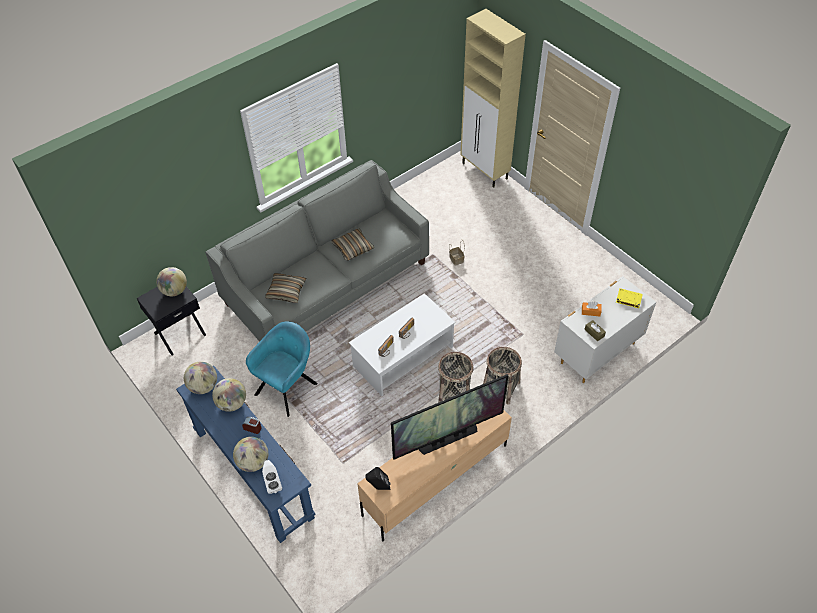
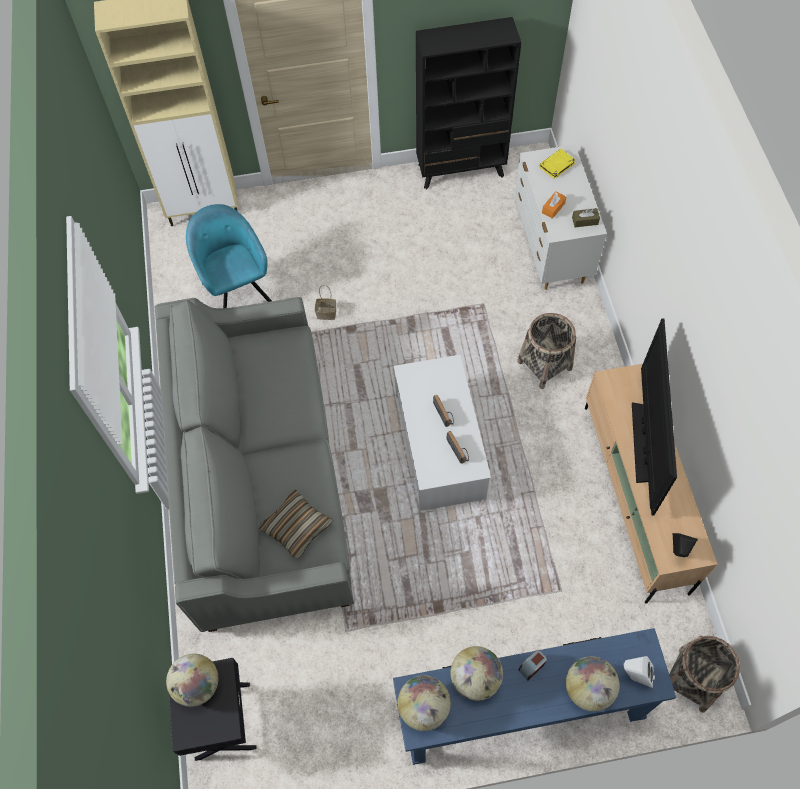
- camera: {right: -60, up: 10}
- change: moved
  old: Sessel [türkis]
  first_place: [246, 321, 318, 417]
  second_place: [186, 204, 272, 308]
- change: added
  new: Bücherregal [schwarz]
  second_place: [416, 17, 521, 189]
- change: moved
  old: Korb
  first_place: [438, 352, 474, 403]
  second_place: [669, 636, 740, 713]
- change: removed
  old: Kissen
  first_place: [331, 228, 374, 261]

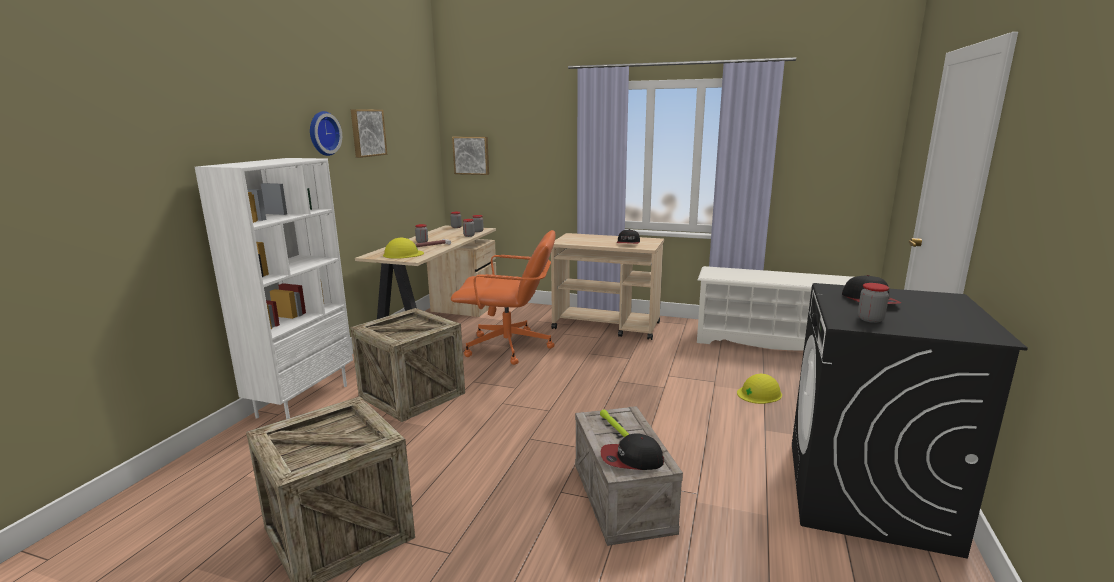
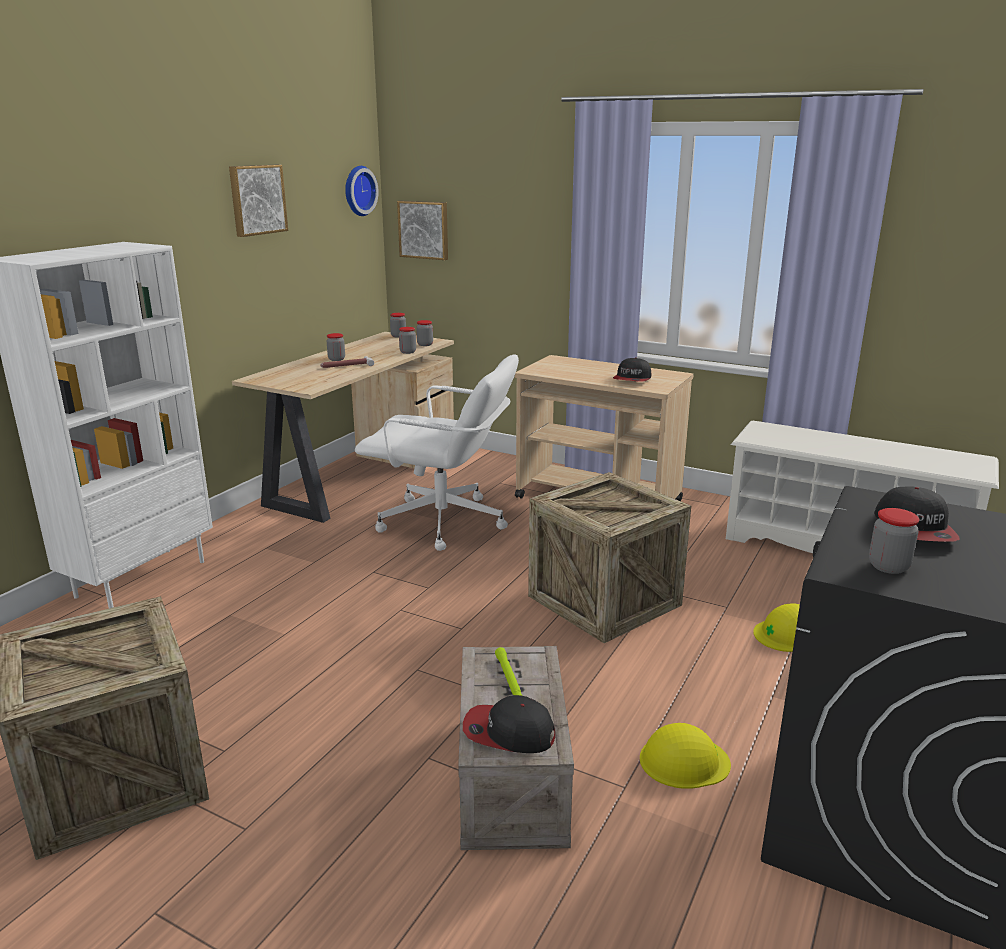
- camera: {right: 10, up: 5}
- change: moved
  old: Wanduhr
  first_place: [310, 111, 342, 156]
  second_place: [345, 166, 379, 216]
- change: recoloured
  old: Bürostuhl [orange]
  new: Bürostuhl [weiß]
  first_place: [451, 230, 556, 365]
  second_place: [355, 354, 519, 551]
- change: moved
  old: Kiste
  first_place: [350, 308, 465, 422]
  second_place: [528, 472, 691, 643]
- change: moved
  old: Schutzhelm [gelb]
  first_place: [383, 238, 424, 259]
  second_place: [640, 723, 731, 789]

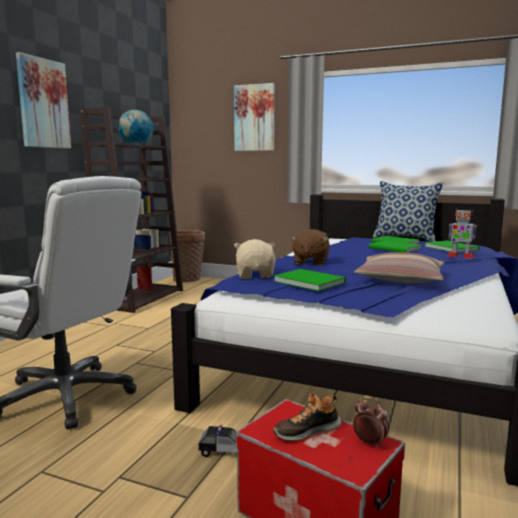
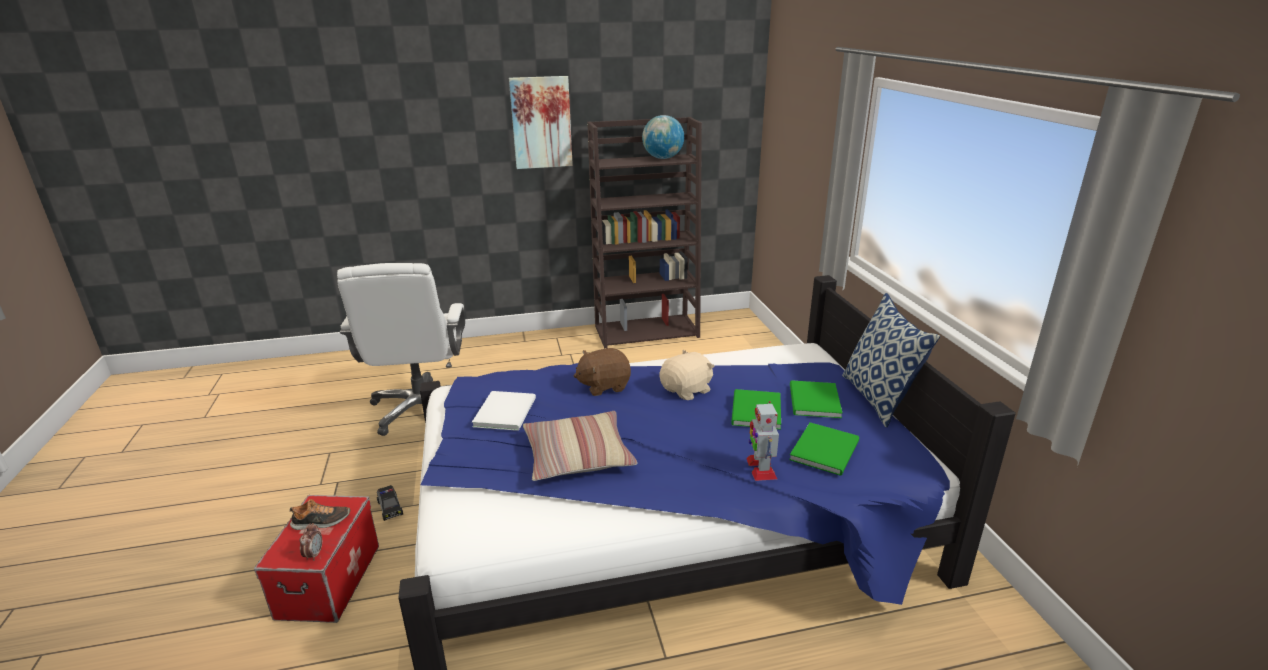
- camera: {right: 55, up: 15}
- change: turned
  old: Schuh
  first_place: [273, 393, 341, 441]
  second_place: [290, 499, 350, 530]
  degrees: 135
- change: recoloured
  old: Buch [grün]
  new: Buch [weiß]
  first_place: [274, 269, 346, 291]
  second_place: [472, 391, 536, 431]
- change: moved
  old: Plüschtier [beige]
  first_place: [234, 239, 276, 279]
  second_place: [659, 350, 715, 400]
- change: removed
  old: Korb
  first_place: [170, 230, 205, 283]
- change: removed
  old: Bild
  first_place: [234, 83, 275, 151]

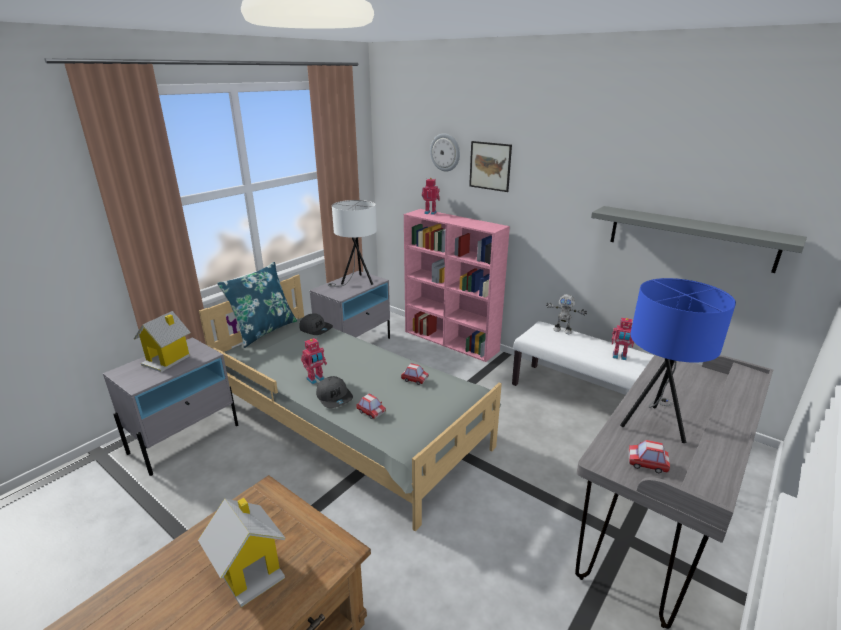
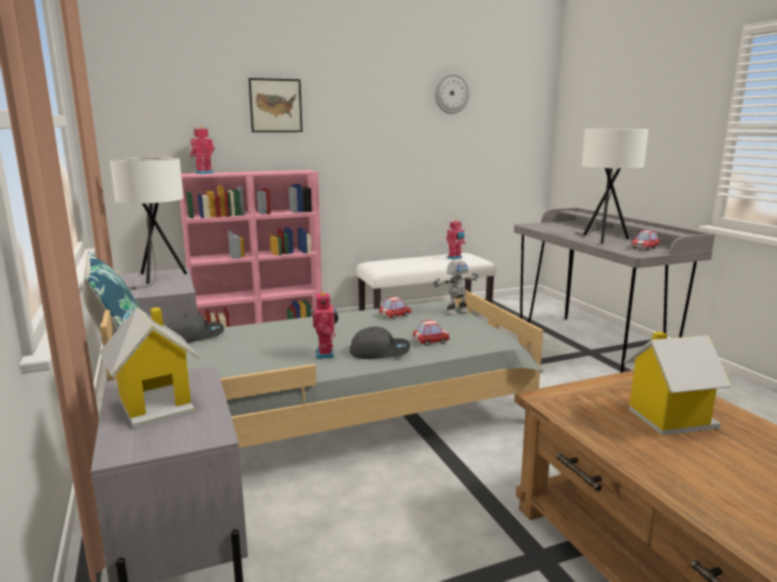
- camera: {right: -60, up: -10}
- change: moved
  old: Spielzeugroboter
  first_place: [546, 294, 587, 334]
  second_place: [433, 260, 478, 315]
- change: moved
  old: Wanduhr
  first_place: [430, 133, 460, 172]
  second_place: [435, 73, 470, 114]
- change: recoloured
  old: Tischlampe [blau]
  new: Tischlampe [weiß]
  first_place: [620, 278, 736, 443]
  second_place: [574, 129, 648, 244]
- change: removed
  old: Wandregal [grau]
  first_place: [591, 206, 807, 273]

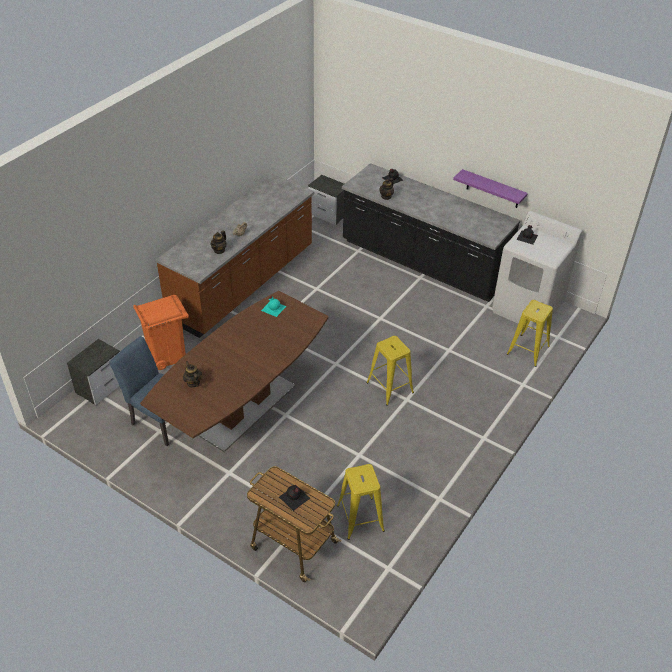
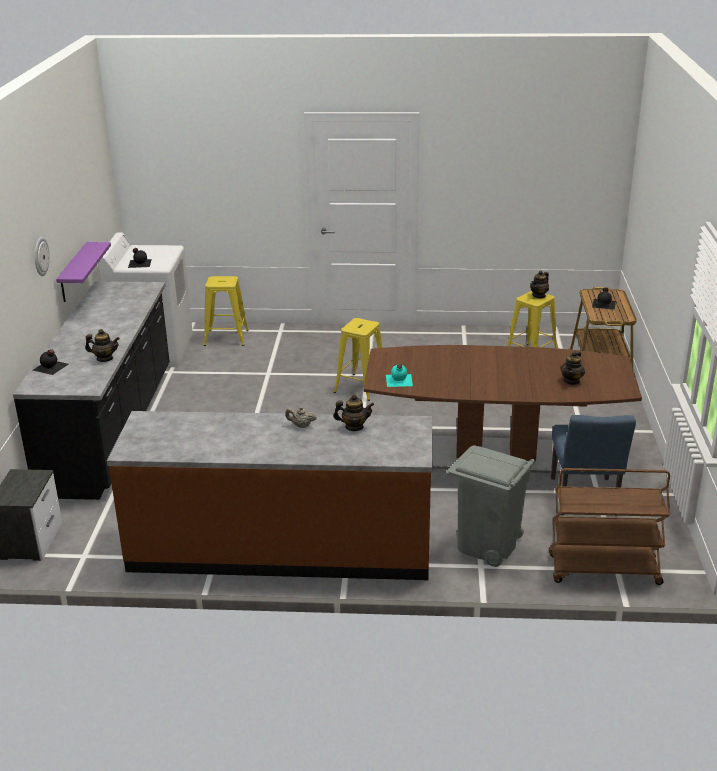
- camera: {right: -120, up: -15}
- change: added
  new: Wanduhr
  second_place: [35, 237, 50, 276]
- change: recoloured
  old: Mülleimer [orange]
  new: Mülleimer [grau]
  first_place: [133, 295, 189, 370]
  second_place: [446, 445, 535, 567]
- change: added
  new: Teekanne
  second_place: [530, 271, 549, 299]
- change: replaced
  old: Nachttisch
  new: Rollwagen [braun]
  first_place: [67, 339, 120, 405]
  second_place: [549, 468, 670, 585]

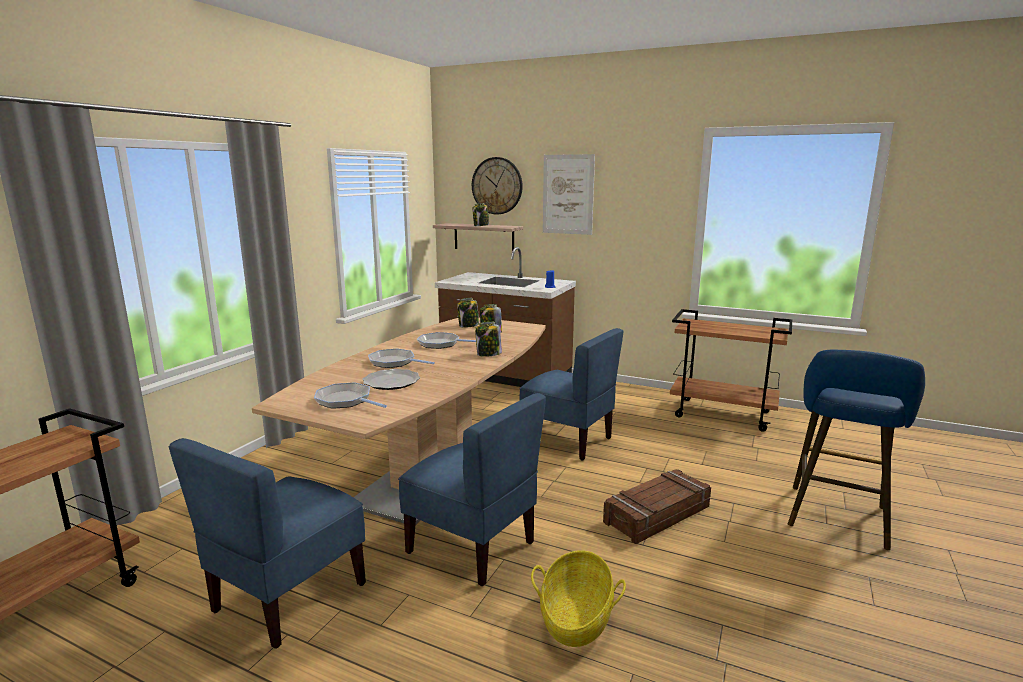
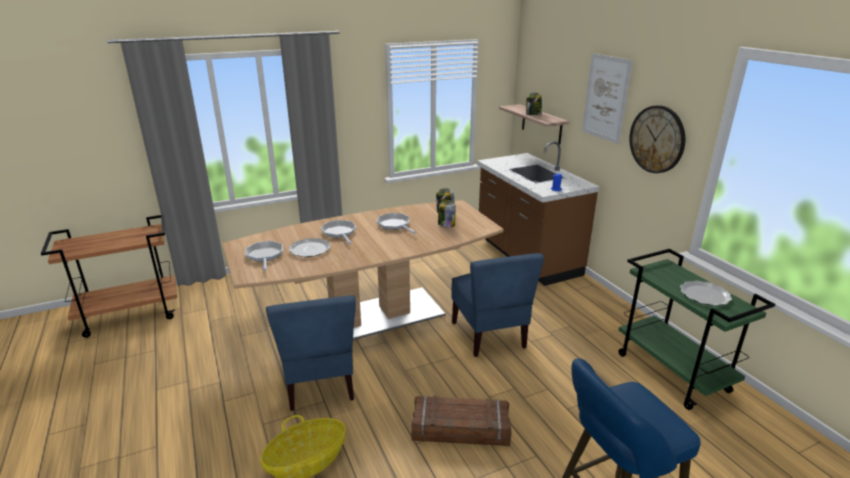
- camera: {right: 40, up: 10}
- change: recoloured
  old: Rollwagen [braun]
  new: Rollwagen [grün]
  first_place: [670, 309, 792, 432]
  second_place: [618, 249, 776, 410]
- change: moved
  old: Wanduhr
  first_place: [472, 157, 523, 215]
  second_place: [629, 105, 685, 173]
- change: added
  new: Teller
  second_place: [680, 281, 732, 306]
- change: removed
  old: Stuhl [blau]
  first_place: [169, 438, 366, 649]
- change: removed
  old: Vorratsglas
  first_place: [475, 321, 502, 357]

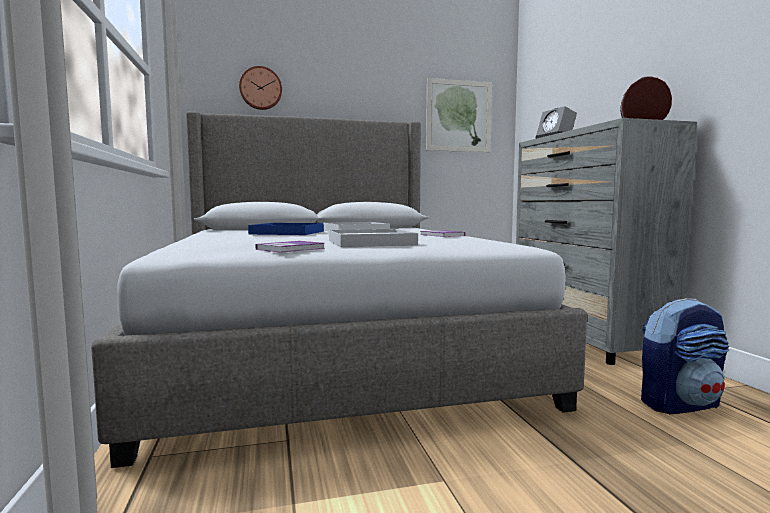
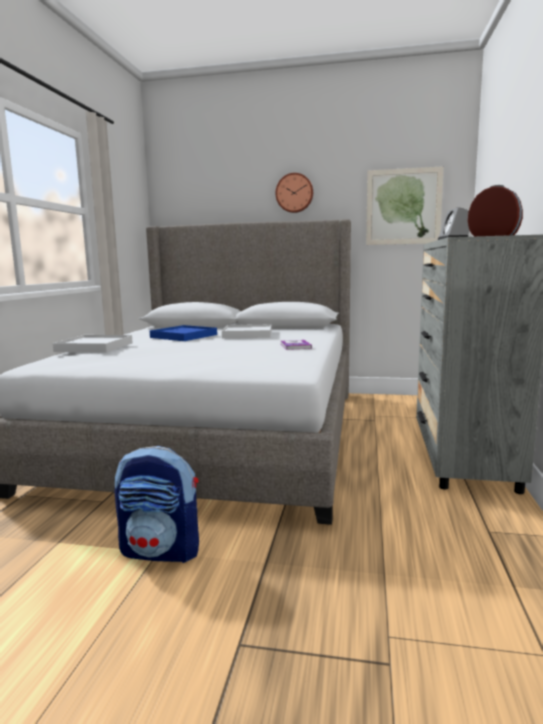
- camera: {right: 25, up: 5}
- change: moved
  old: Tablett [weiß]
  first_place: [329, 229, 418, 247]
  second_place: [53, 335, 133, 353]
- change: moved
  old: Rucksack
  first_place: [641, 298, 730, 414]
  second_place: [115, 446, 199, 563]
- change: moved
  old: Wanduhr
  first_place: [239, 66, 282, 110]
  second_place: [275, 173, 313, 213]
- change: removed
  old: Buch
  first_place: [256, 241, 325, 253]

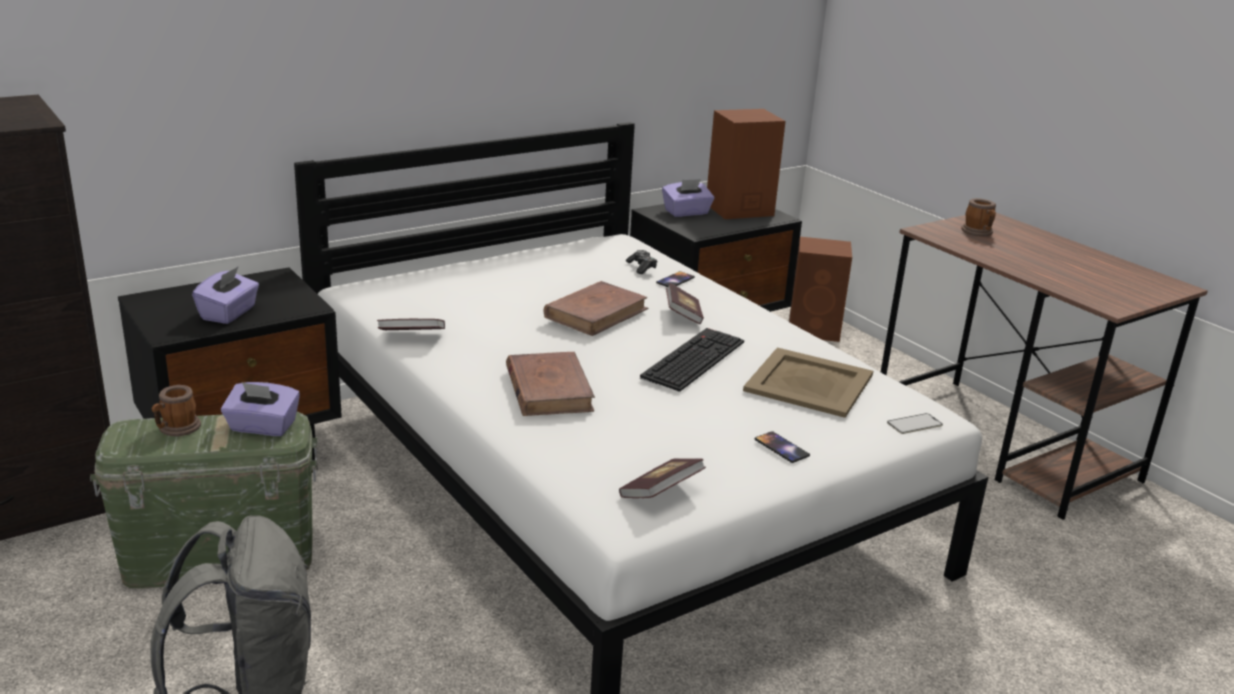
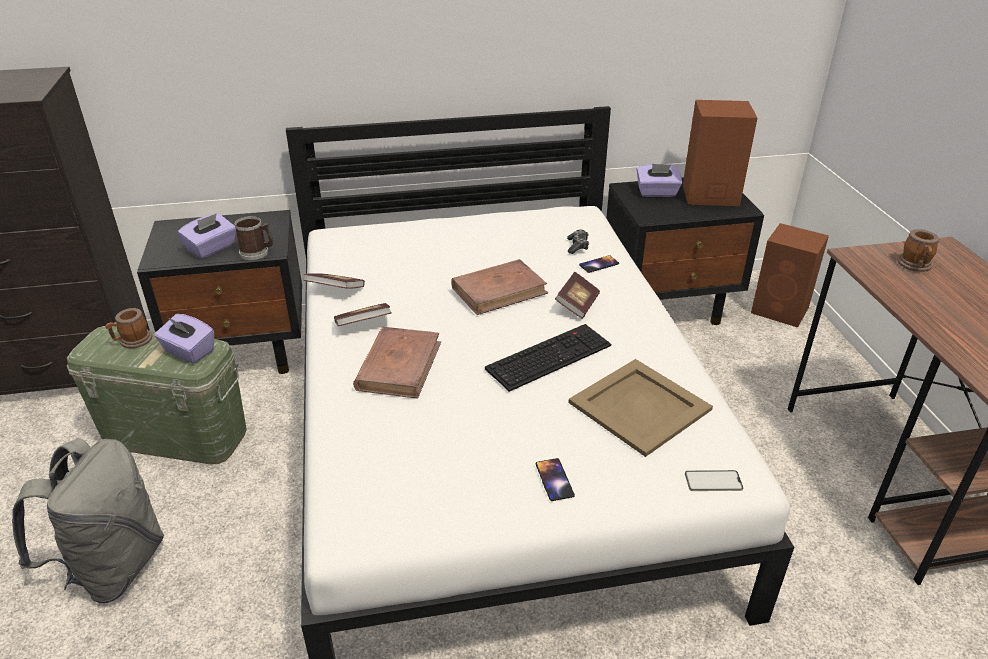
- camera: {right: 25, up: 10}
- change: added
  new: Henkelbecher
  second_place: [235, 216, 274, 260]
- change: moved
  old: Buch
  first_place: [619, 458, 706, 498]
  second_place: [334, 303, 392, 326]

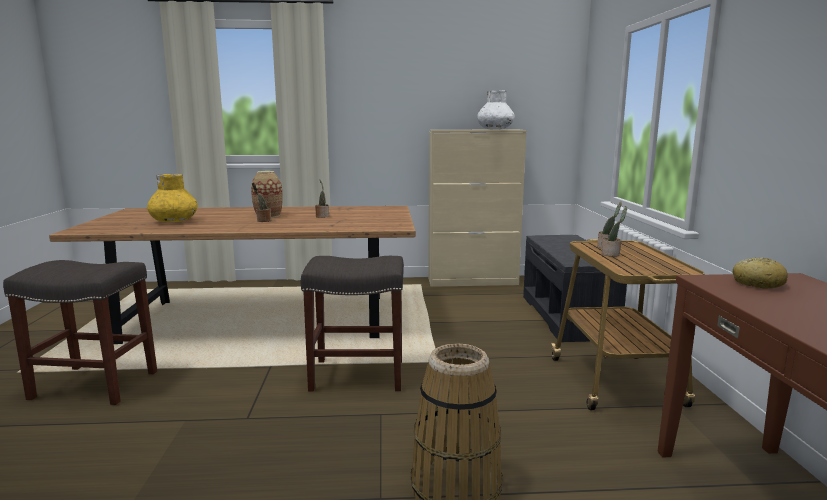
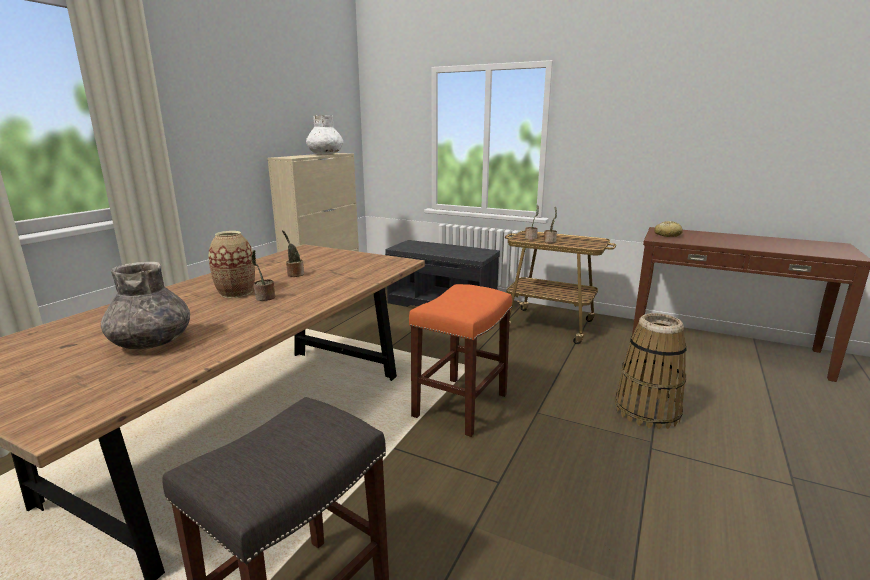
- camera: {right: -60, up: 5}
- change: recoloured
  old: Vase [gelb]
  new: Vase [grau]
  first_place: [147, 174, 198, 222]
  second_place: [101, 262, 190, 349]
- change: recoloured
  old: Hocker [grau]
  new: Hocker [orange]
  first_place: [301, 256, 404, 392]
  second_place: [409, 284, 512, 437]

